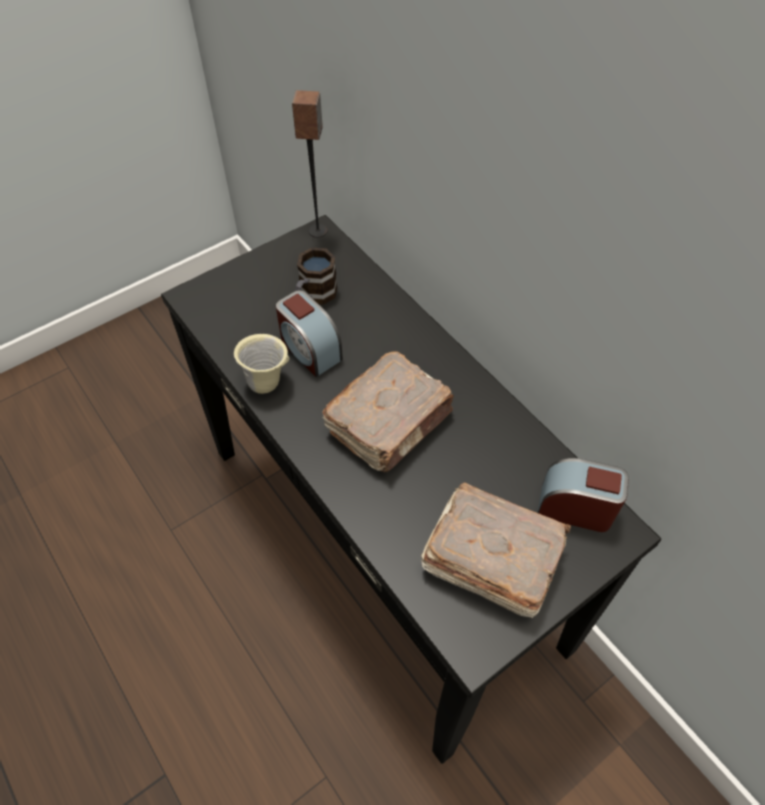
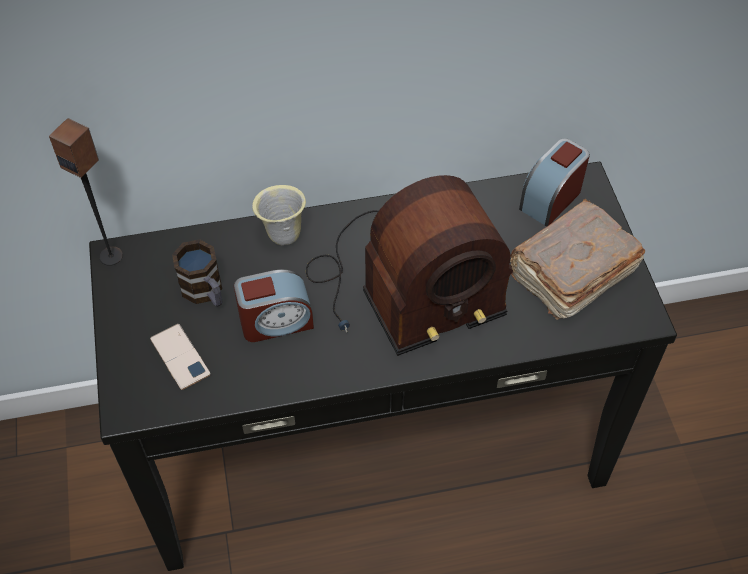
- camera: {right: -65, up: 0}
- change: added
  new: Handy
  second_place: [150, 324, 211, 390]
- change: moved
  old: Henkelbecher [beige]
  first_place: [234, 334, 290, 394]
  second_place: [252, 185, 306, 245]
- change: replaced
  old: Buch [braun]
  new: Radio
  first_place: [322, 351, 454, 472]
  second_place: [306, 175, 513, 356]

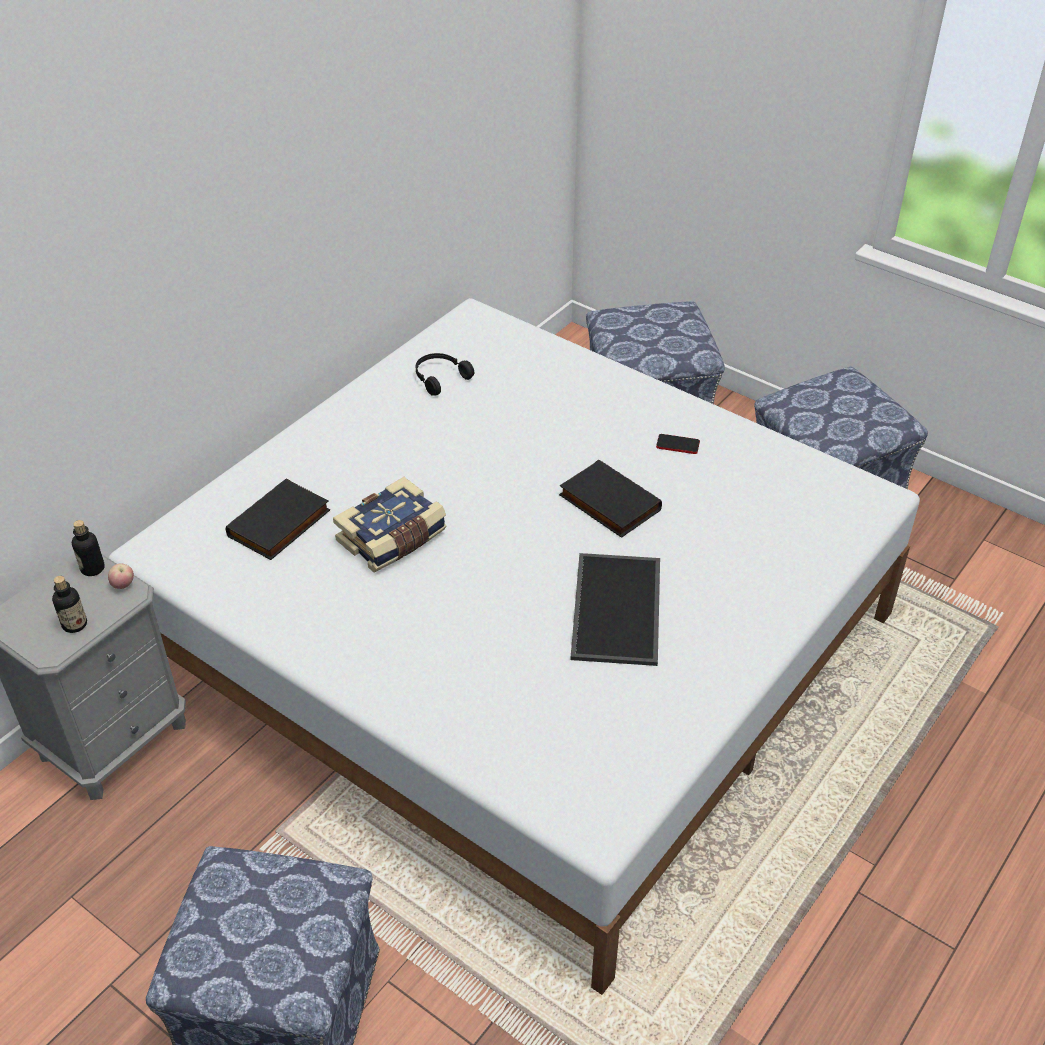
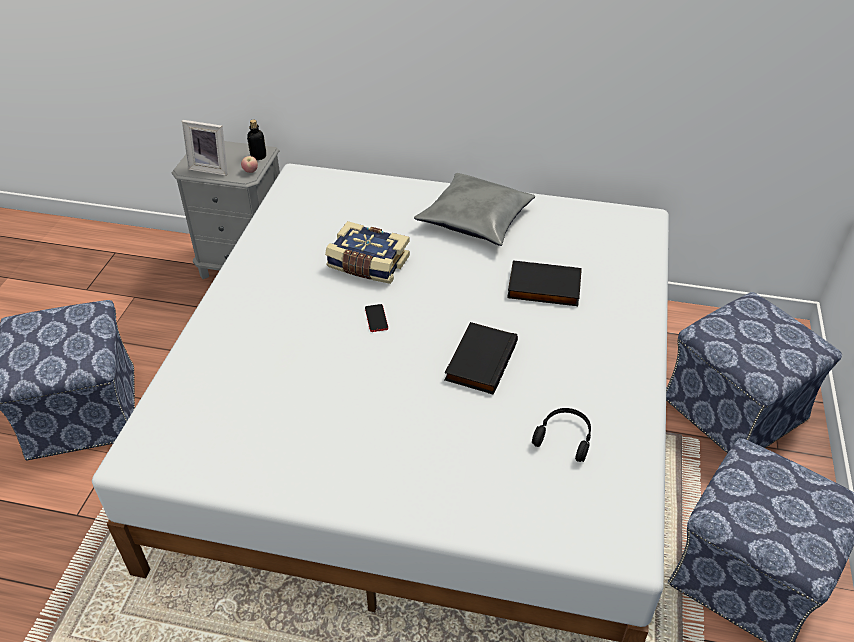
- camera: {right: 65, up: 0}
- change: replaced
  old: Flasche
  new: Bilderrahmen
  first_place: [52, 576, 87, 633]
  second_place: [182, 120, 228, 176]
- change: moved
  old: Handy
  first_place: [656, 434, 700, 454]
  second_place: [365, 304, 388, 332]
- change: added
  new: Kissen [grau]
  second_place: [414, 173, 535, 246]
- change: moved
  old: Buch [schwarz]
  first_place: [226, 478, 330, 560]
  second_place: [507, 261, 582, 306]
- change: moved
  old: Kopfhörer [schwarz]
  first_place: [416, 353, 474, 396]
  second_place: [532, 408, 591, 462]
- change: removed
  old: Tablett
  first_place: [570, 553, 660, 666]

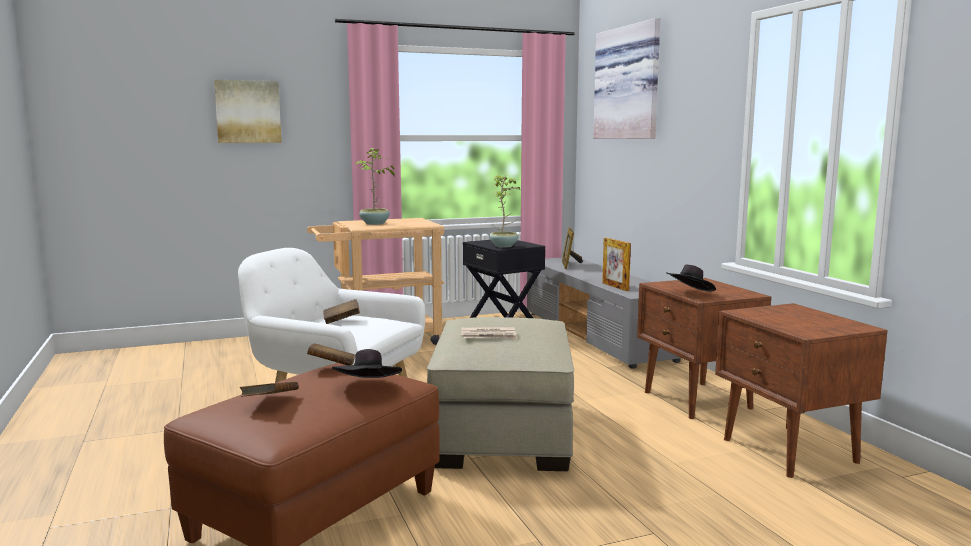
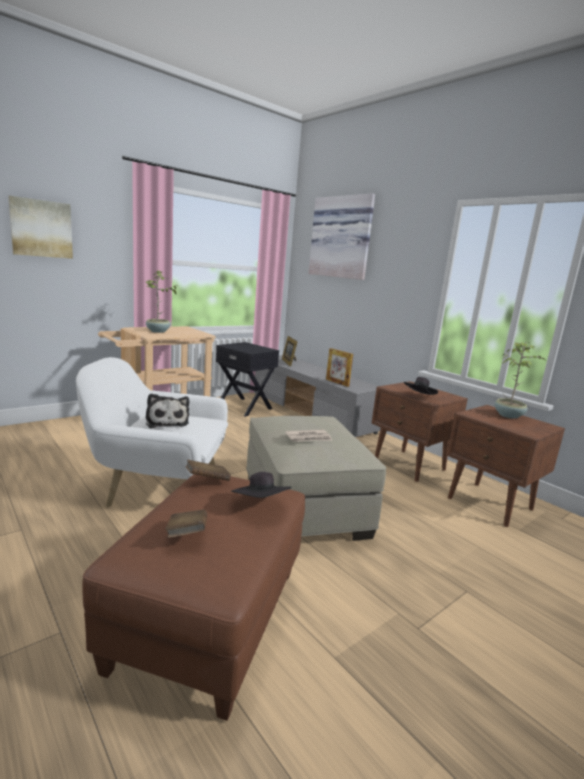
- camera: {right: -20, up: 5}
- change: replaced
  old: Buch [braun]
  new: Plüschtier
  first_place: [323, 299, 360, 324]
  second_place: [146, 393, 189, 428]
- change: moved
  old: Topfpflanze
  first_place: [490, 175, 521, 248]
  second_place: [494, 342, 545, 419]

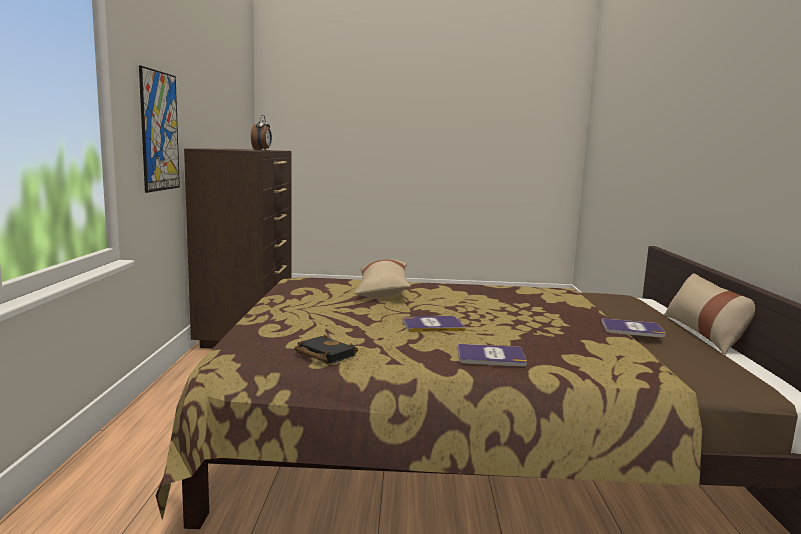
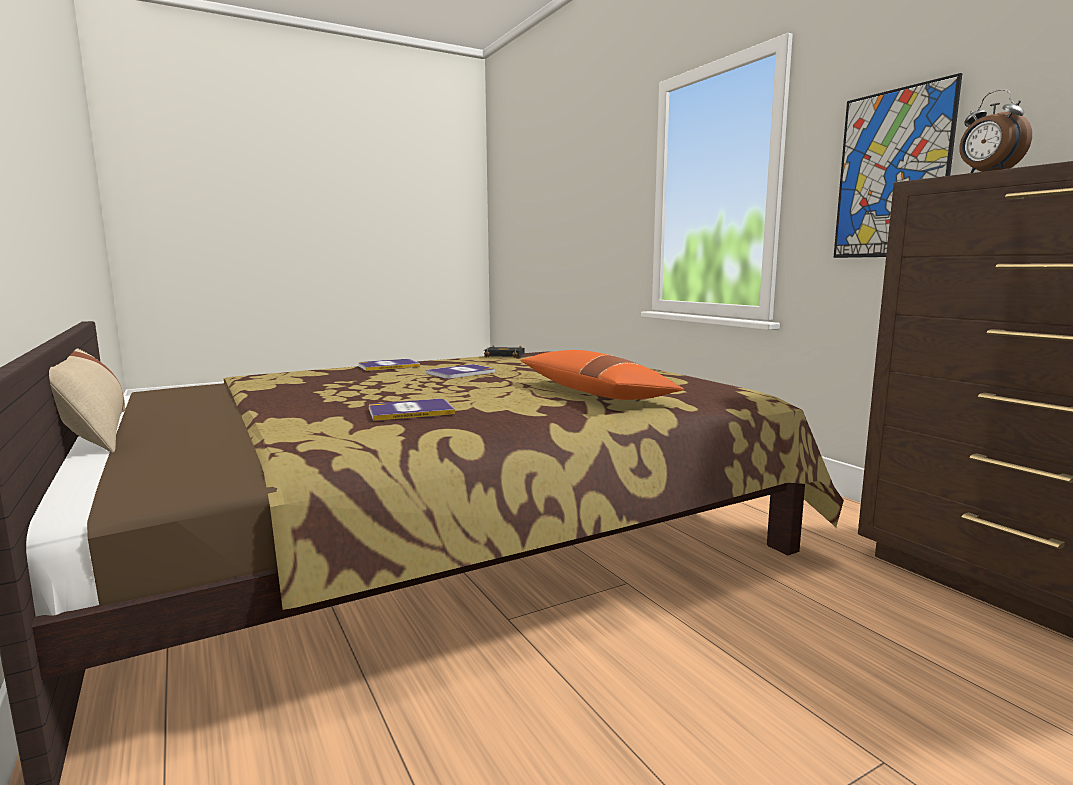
- camera: {right: 150, up: 0}
- change: moved
  old: Buch
  first_place: [601, 318, 666, 338]
  second_place: [369, 399, 455, 421]
- change: recoloured
  old: Kissen [beige]
  new: Kissen [orange]
  first_place: [354, 259, 411, 297]
  second_place: [520, 350, 684, 400]

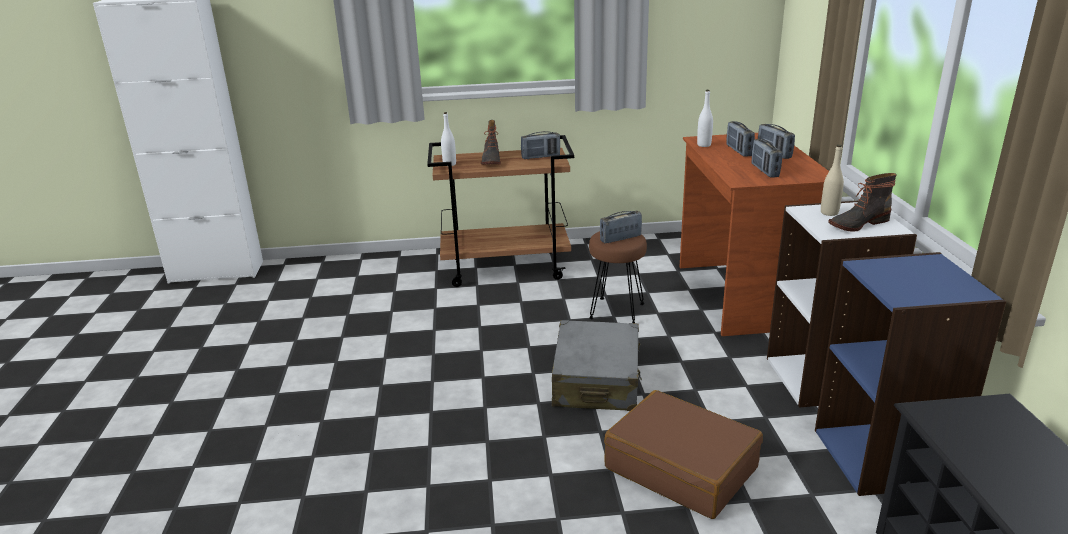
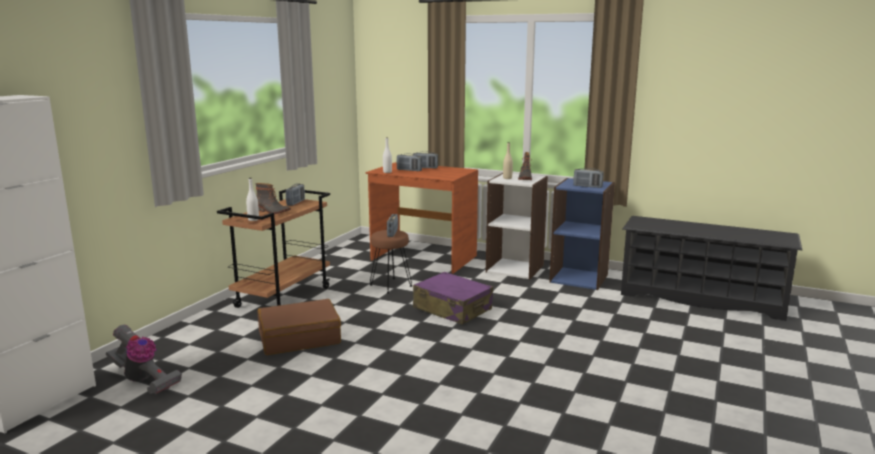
- camera: {right: -60, up: -10}
- change: added
  new: Staubsauger
  second_place: [106, 325, 182, 394]
- change: moved
  old: Koffer [braun]
  first_place: [604, 390, 763, 519]
  second_place: [257, 299, 341, 355]
- change: recoloured
  old: Koffer [grau]
  new: Koffer [lila]
  first_place: [552, 320, 642, 411]
  second_place: [413, 272, 493, 325]
- change: moved
  old: Radio
  first_place: [752, 139, 782, 178]
  second_place: [573, 168, 604, 188]

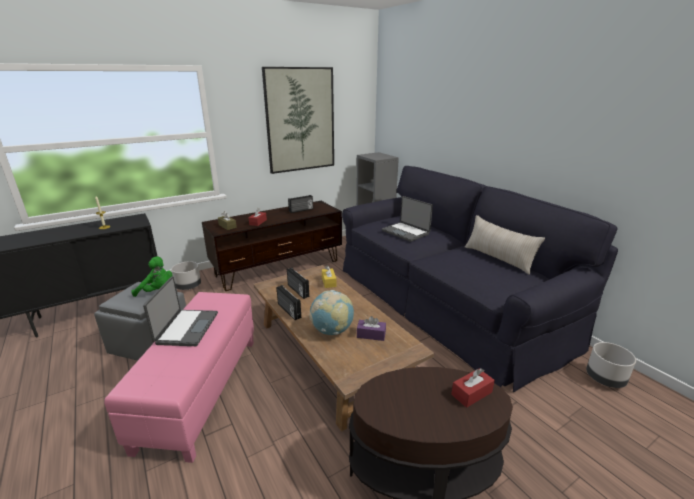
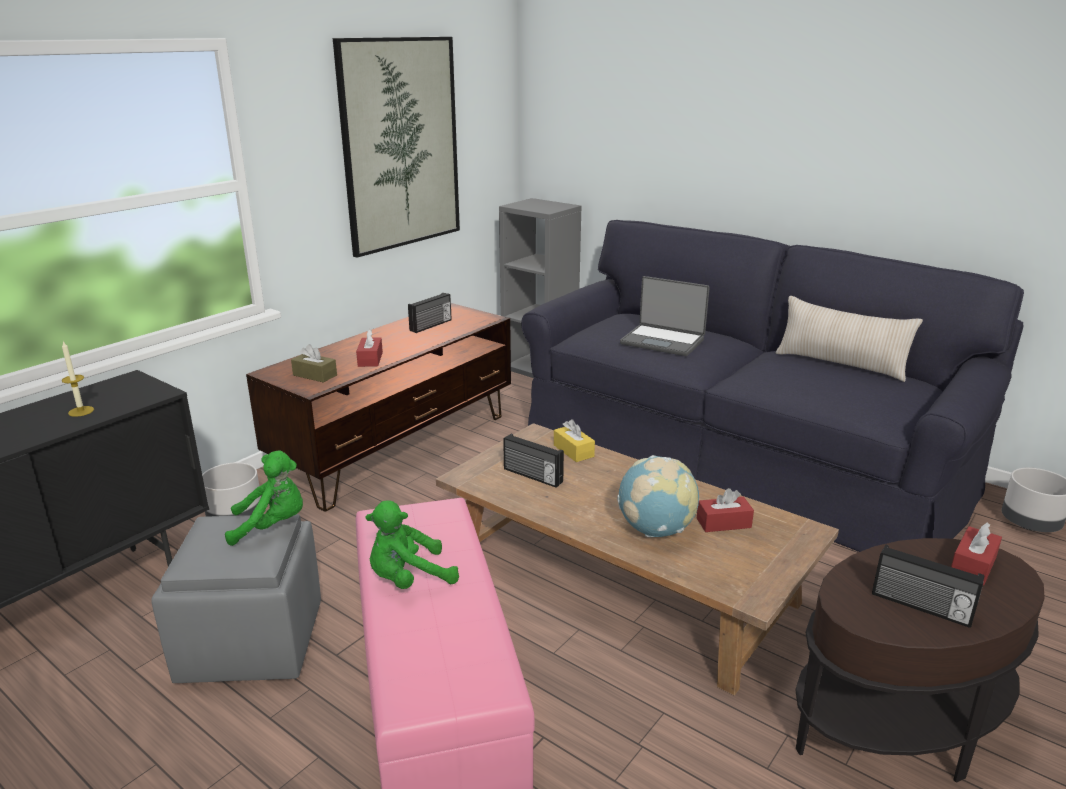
- camera: {right: -20, up: 0}
- change: replaced
  old: Laptop
  new: Plüschtier [grün]
  first_place: [143, 276, 218, 346]
  second_place: [365, 500, 459, 589]
- change: recoloured
  old: Taschentuchbox [lila]
  new: Taschentuchbox [rot]
  first_place: [357, 316, 386, 341]
  second_place: [697, 488, 754, 532]
- change: moved
  old: Radio
  first_place: [277, 285, 301, 320]
  second_place: [872, 545, 984, 628]

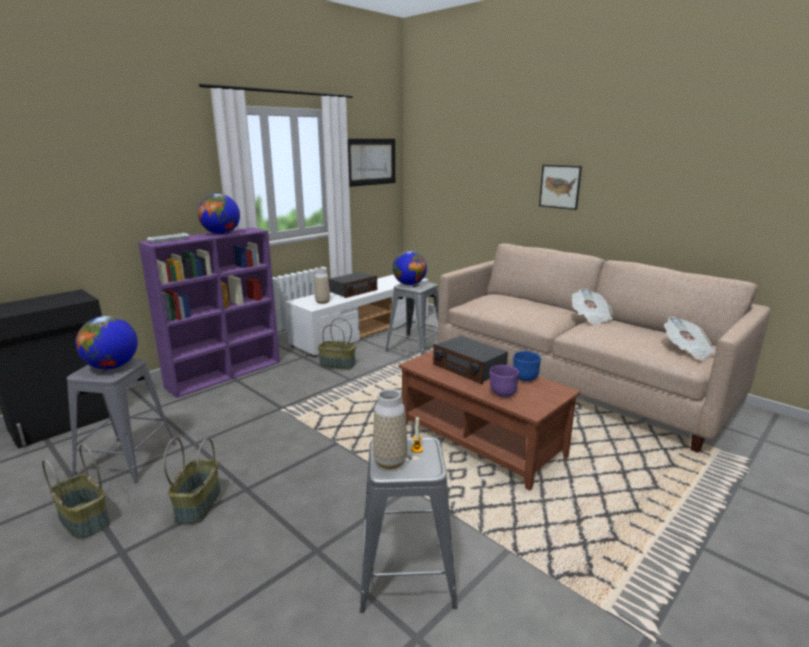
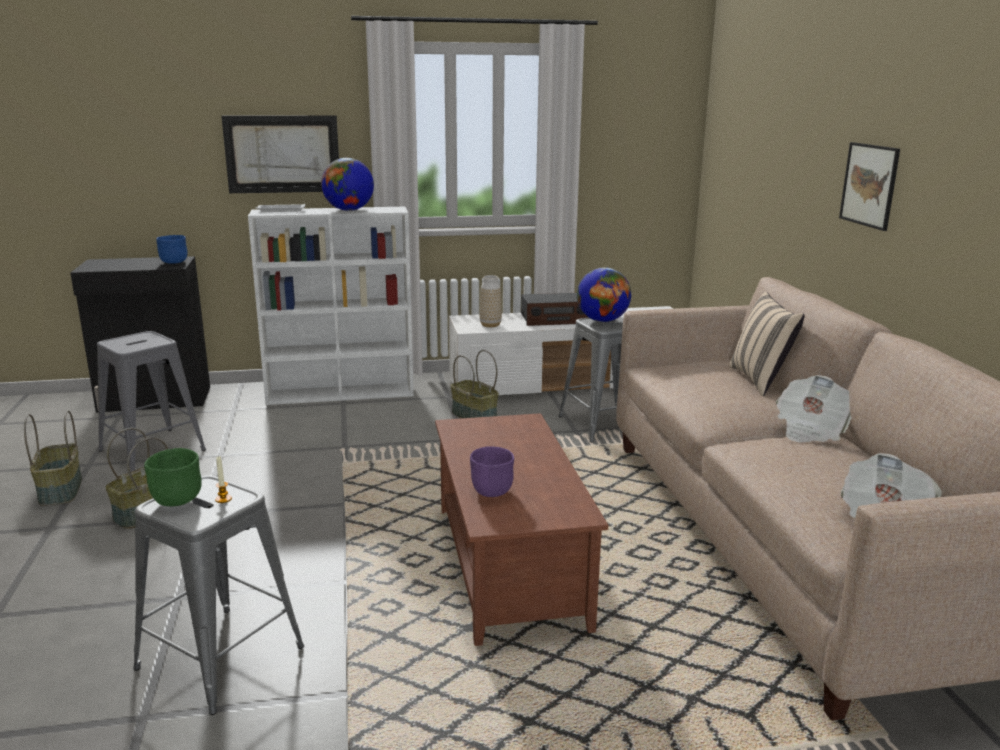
- camera: {right: 35, up: 0}
- change: replaced
  old: Vase
  new: Schüssel [grün]
  first_place: [373, 389, 407, 469]
  second_place: [144, 448, 202, 506]
- change: moved
  old: Schüssel [blau]
  first_place: [513, 351, 541, 381]
  second_place: [156, 235, 188, 264]
- change: moved
  old: Bild
  first_place: [348, 139, 395, 187]
  second_place: [221, 115, 339, 193]
- change: recoloured
  old: Bücherregal [lila]
  new: Bücherregal [weiß]
  first_place: [138, 227, 280, 398]
  second_place: [248, 207, 414, 405]
- change: added
  new: Kissen [beige]
  second_place: [729, 292, 805, 396]
- change: removed
  old: Globus
  first_place: [76, 316, 138, 370]
- change: removed
  old: Radio
  first_place: [433, 336, 508, 385]

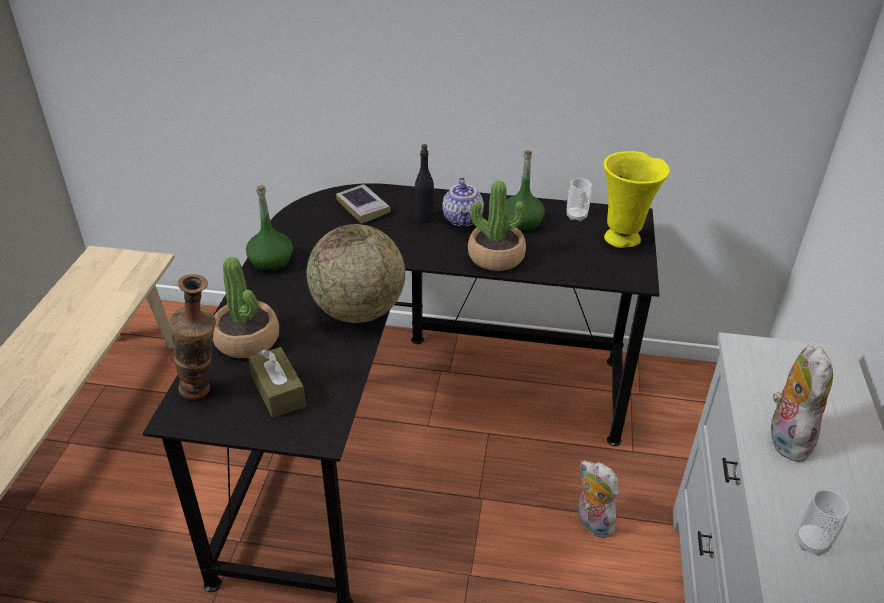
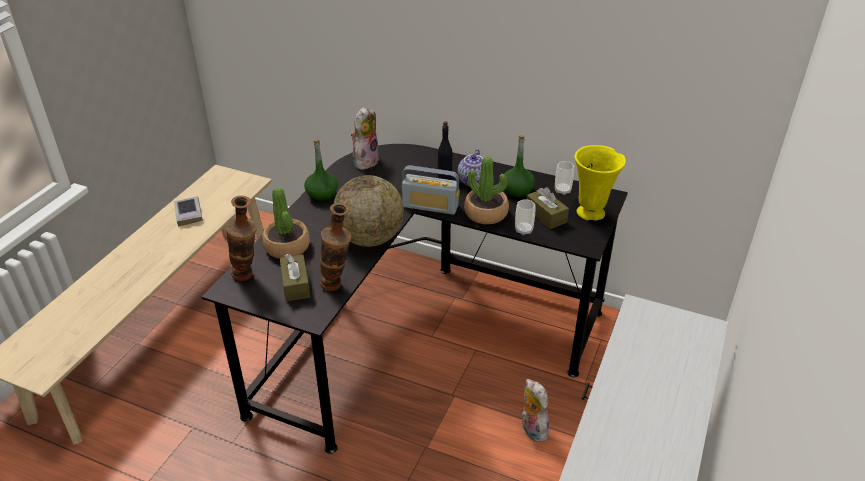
- camera: {right: 15, up: 0}
- change: moved
  old: Buch
  first_place: [336, 184, 391, 223]
  second_place: [174, 196, 203, 226]
- change: added
  new: Vase
  second_place: [320, 203, 351, 291]
- change: moved
  old: Plüschtier
  first_place: [771, 345, 833, 462]
  second_place: [351, 106, 380, 170]
- change: added
  new: Radio
  second_place: [402, 166, 460, 215]
- change: moved
  old: Tasse
  first_place: [795, 489, 850, 556]
  second_place: [515, 199, 535, 235]
- change: added
  new: Taschentuchbox [braun]
  second_place: [526, 187, 569, 229]

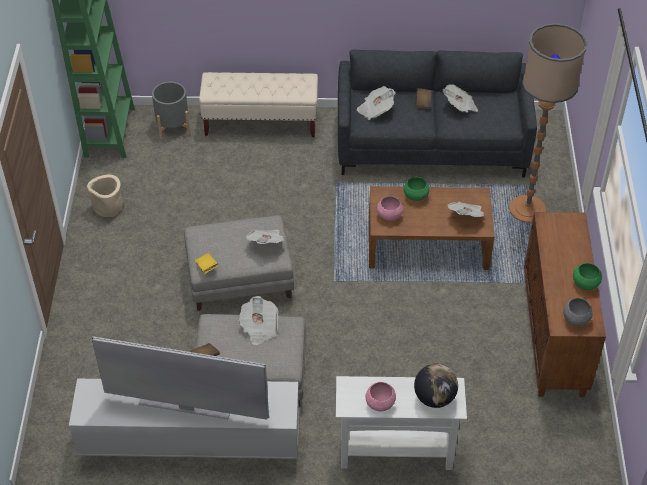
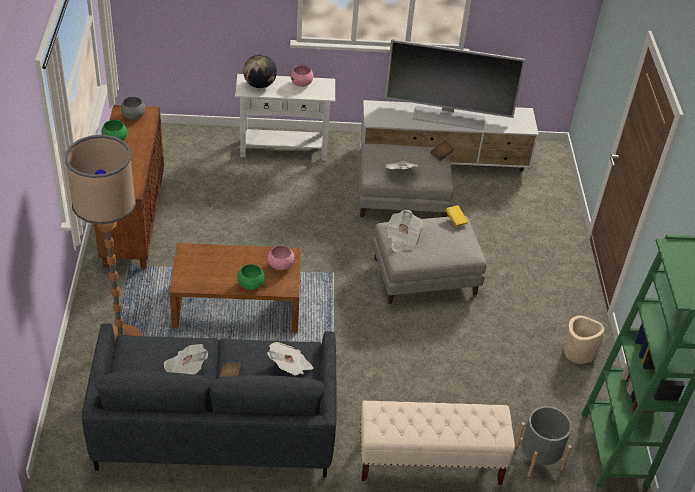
- camera: {right: 175, up: -5}
- change: removed
  old: Zeitung
  first_place: [448, 201, 484, 217]

